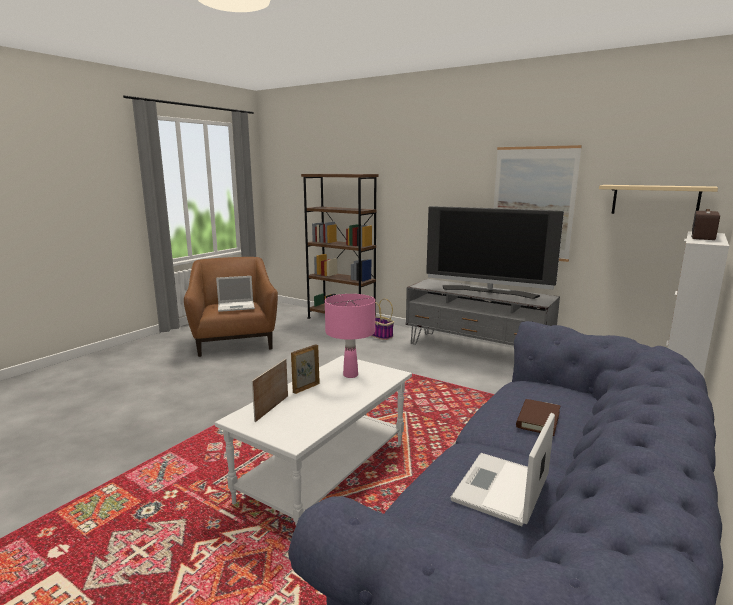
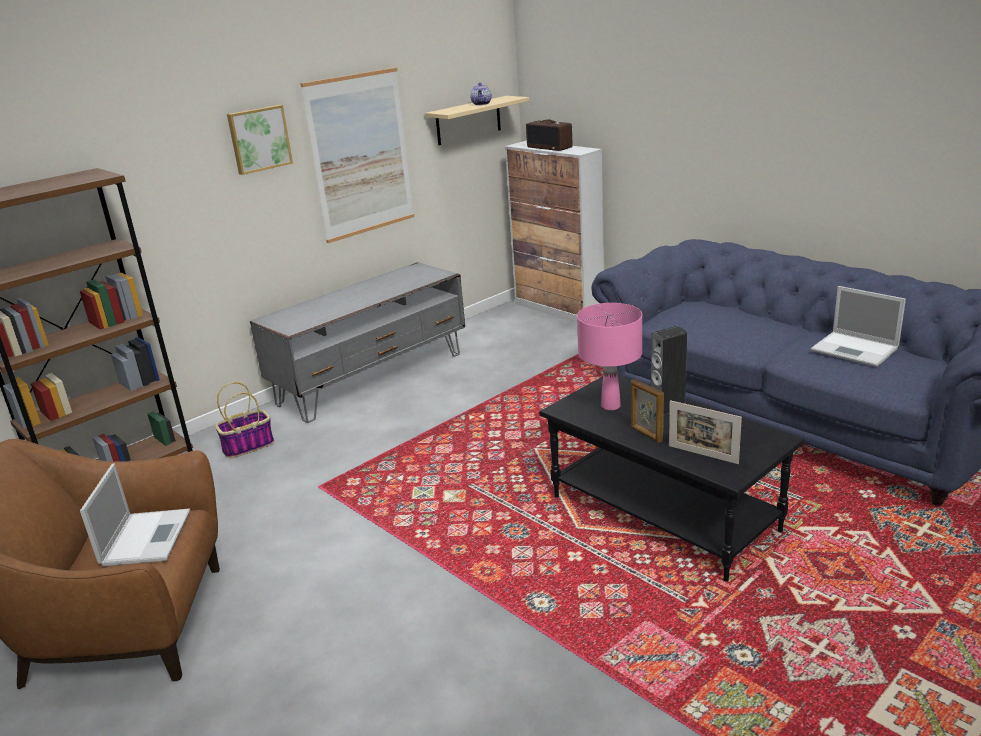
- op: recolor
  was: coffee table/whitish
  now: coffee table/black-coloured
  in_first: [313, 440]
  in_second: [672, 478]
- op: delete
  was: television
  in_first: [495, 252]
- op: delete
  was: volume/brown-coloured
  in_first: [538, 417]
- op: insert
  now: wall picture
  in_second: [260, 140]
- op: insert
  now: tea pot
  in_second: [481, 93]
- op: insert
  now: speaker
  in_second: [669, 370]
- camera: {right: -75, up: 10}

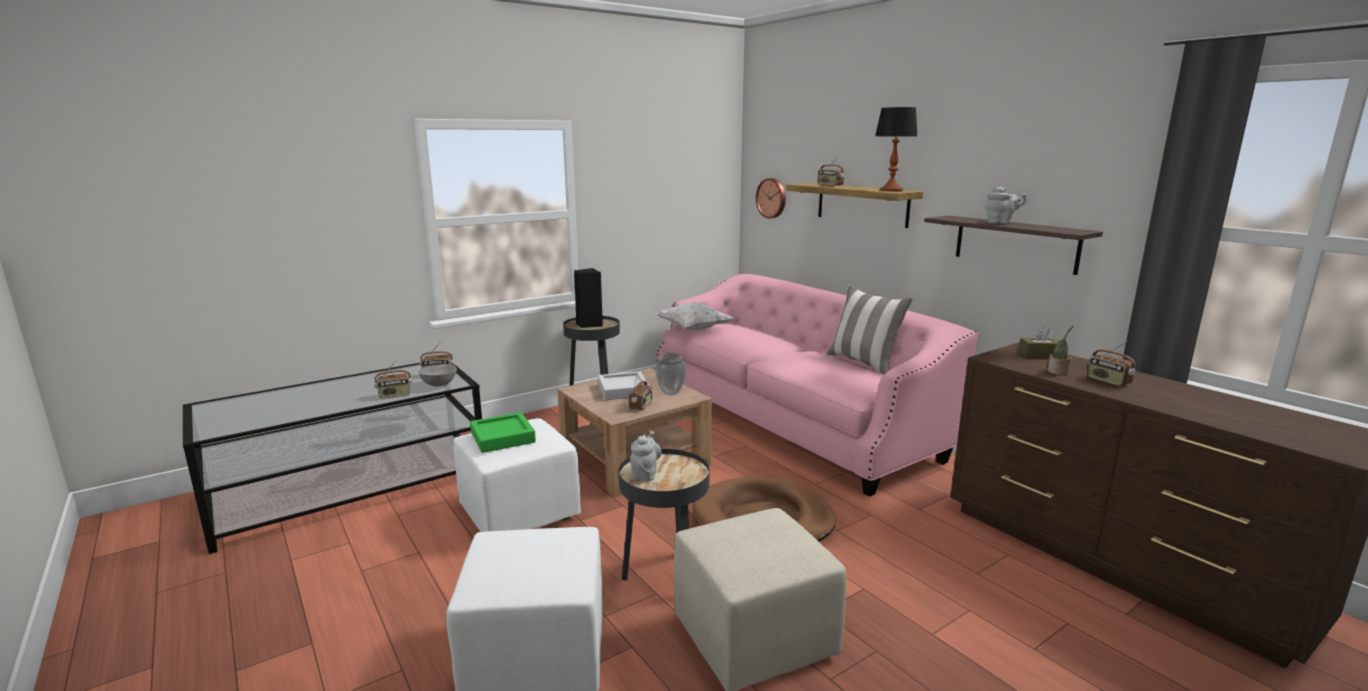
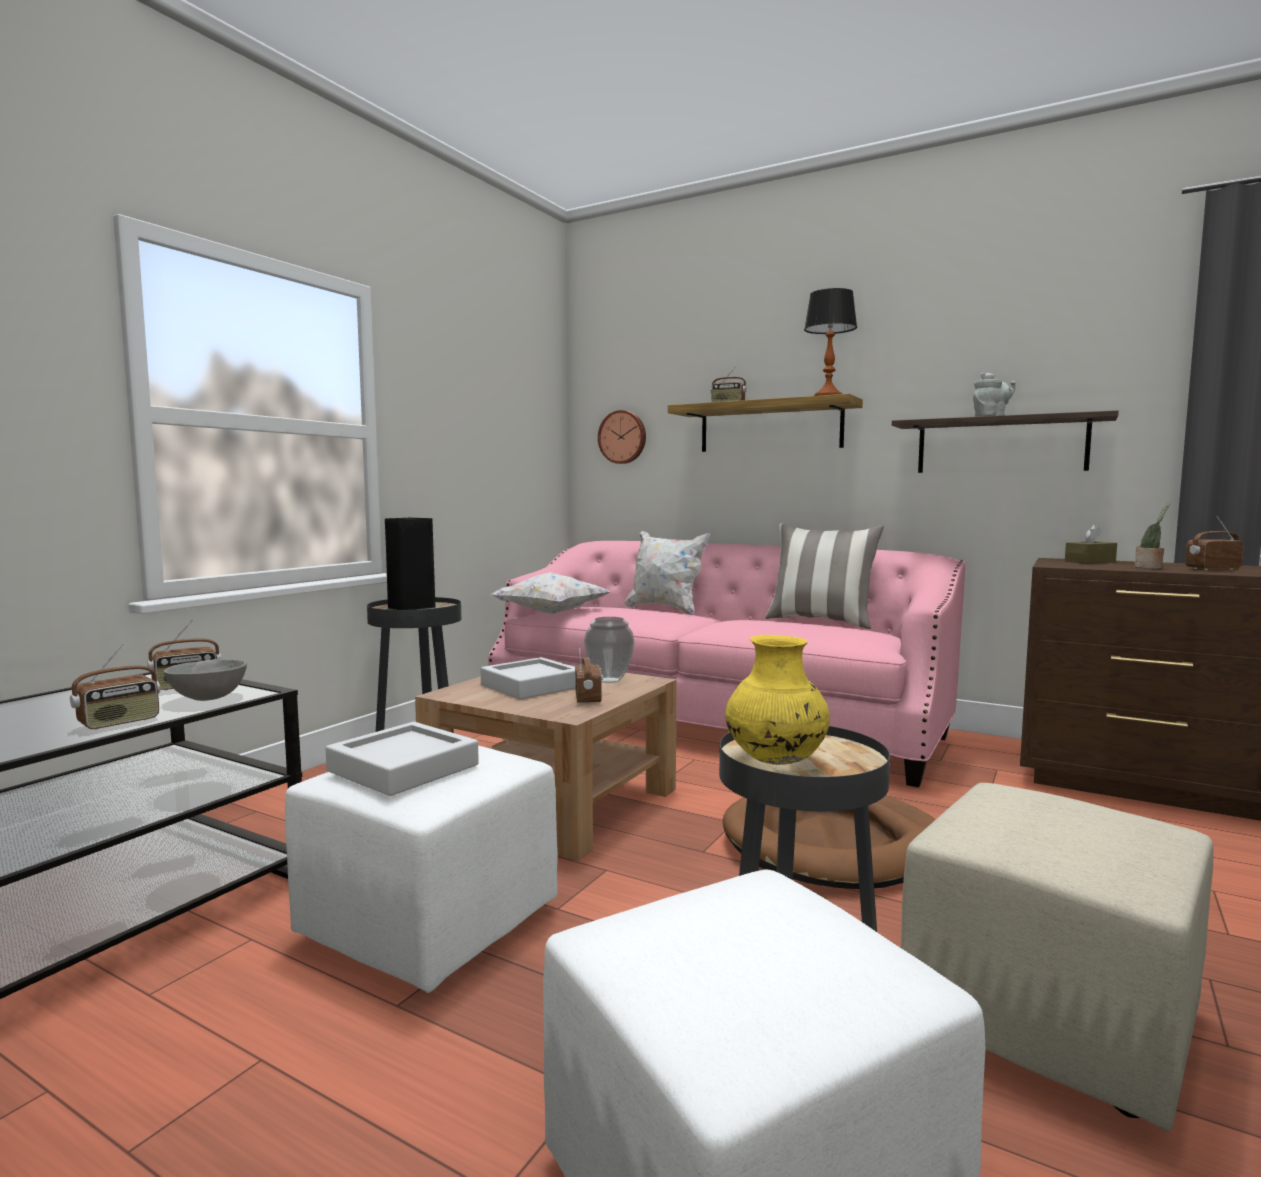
- op: recolor
  was: carrying tray/greenish
  now: carrying tray/gray
  in_first: [503, 432]
  in_second: [402, 759]
- op: replace
  was: tea pot/gray
  now: flower vase/yellow
  in_first: [645, 456]
  in_second: [777, 700]
- op: rotate
  was: radio receiver
  in_first: [1111, 363]
  in_second: [1214, 543]
  clockwise: 135
- op: insert
  now: pillow/whitish
  in_second: [667, 573]
- camera: {right: -25, up: -10}

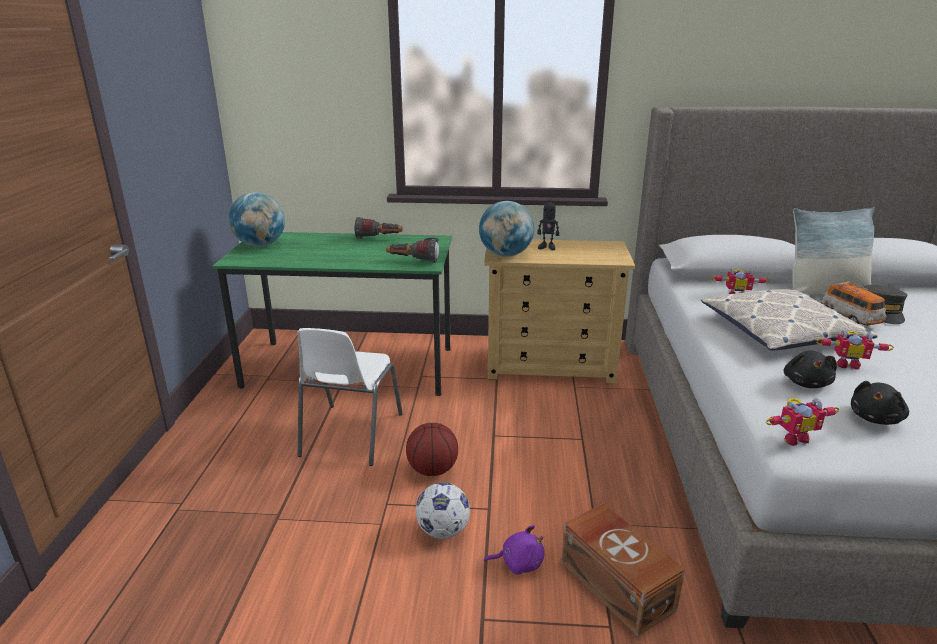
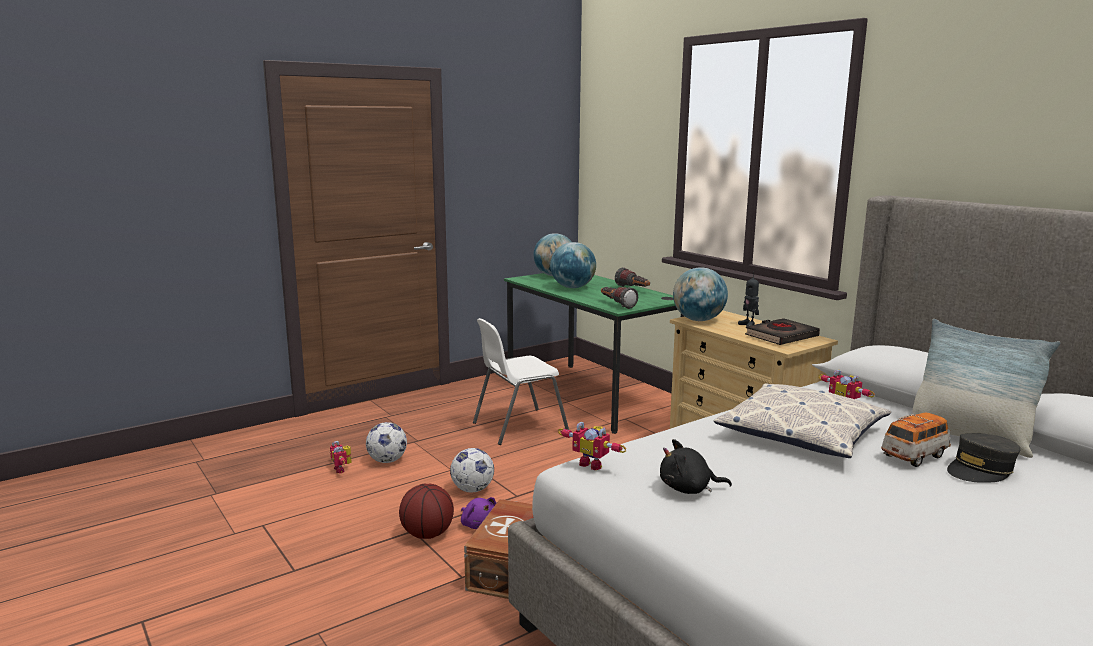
- op: move
  was: basketball ball
  in_first: [432, 449]
  in_second: [426, 511]
- op: delete
  was: cuddly toy/black-coloured
  in_first: [810, 369]
- op: move
  was: robot figure
  in_first: [855, 350]
  in_second: [340, 457]
- op: rotate
  was: model car
  in_first: [853, 303]
  in_second: [916, 440]
  clockwise: -150
- op: insert
  now: football
  in_second: [386, 442]
- op: insert
  now: desk globe
  in_second: [573, 265]
- op: insert
  now: volume/black-coloured
  in_second: [782, 331]
- camera: {right: 50, up: -10}

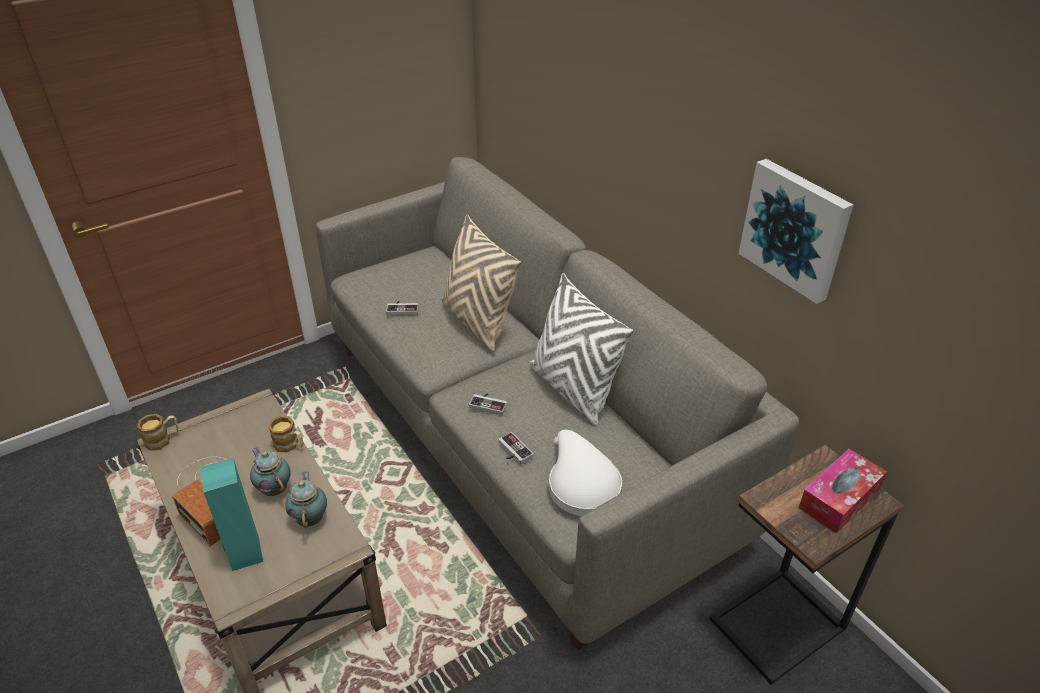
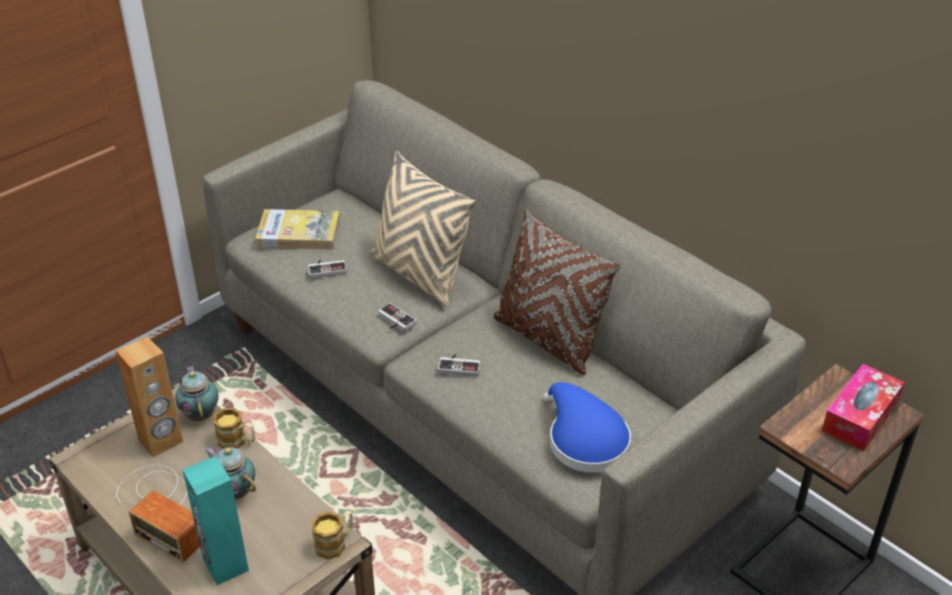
- op: move
  was: mug
  in_first: [157, 432]
  in_second: [332, 535]
- op: move
  was: tea pot
  in_first: [306, 499]
  in_second: [197, 393]
- op: move
  was: gamepad
  in_first: [516, 448]
  in_second: [397, 317]
- op: recolor
  was: pillow/whitish
  now: pillow/brown-coloured
  in_first: [582, 349]
  in_second: [557, 292]
- op: recolor
  was: wearable hat/whitish
  now: wearable hat/blue-coloured
  in_first: [585, 473]
  in_second: [587, 427]
- op: delete
  was: wall picture
  in_first: [796, 231]
- op: insert
  now: speaker/brown-coloured
  in_second: [149, 396]
- op: insert
  now: volume
  in_second: [297, 229]
- camera: {right: -10, up: 0}

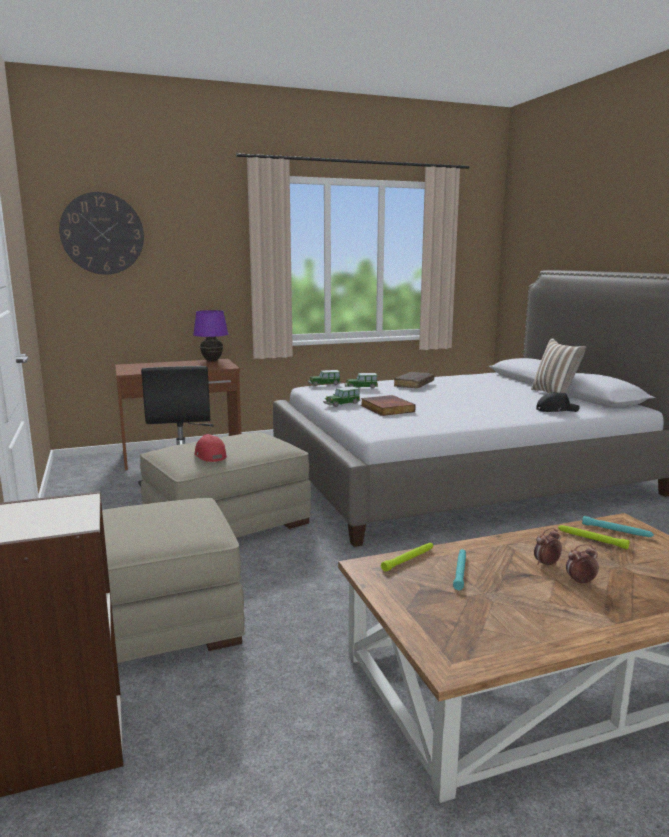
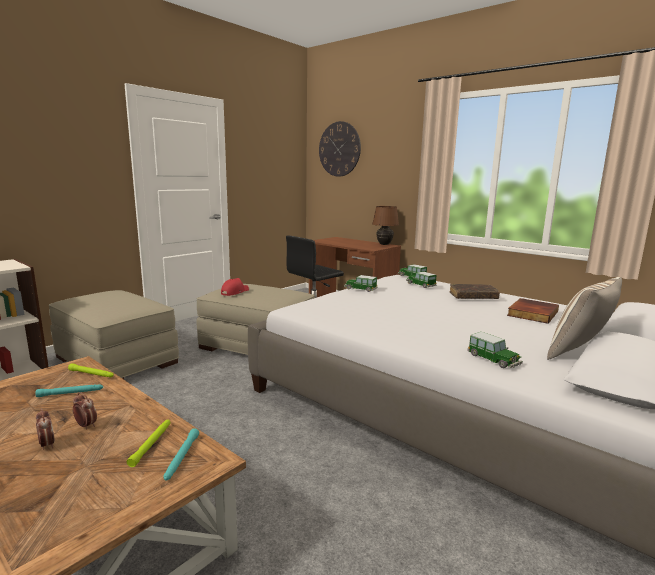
- op: recolor
  was: lamp for a table/purplish
  now: lamp for a table/brown-coloured
  in_first: [210, 335]
  in_second: [385, 225]
- op: move
  was: volume
  in_first: [388, 405]
  in_second: [533, 311]
- op: replace
  was: peaked cap/black-coloured
  now: model car
  in_first: [558, 402]
  in_second: [495, 350]
- camera: {right: 60, up: 0}

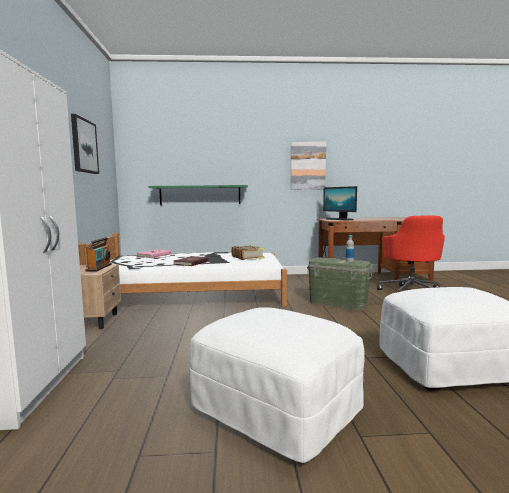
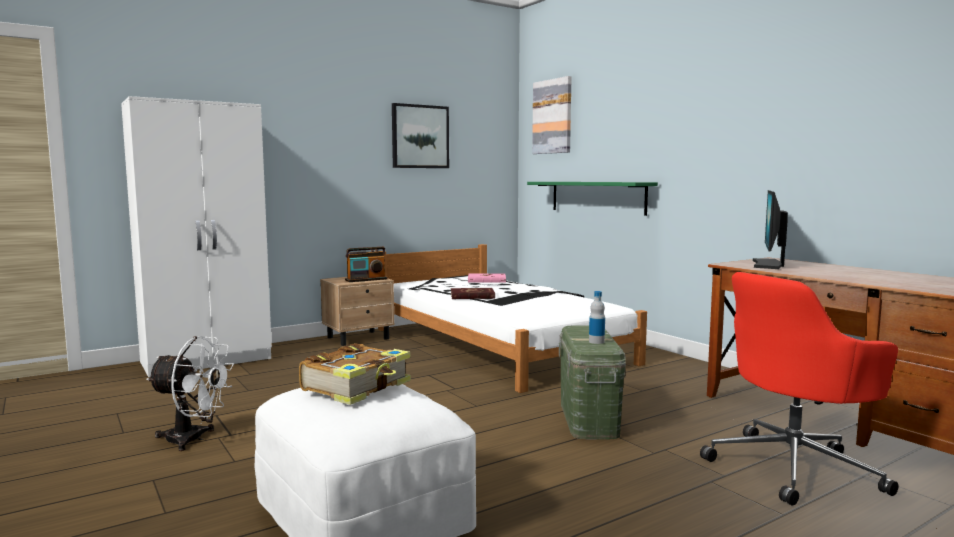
- op: replace
  was: footrest/whitish
  now: fan/whitish
  in_first: [277, 385]
  in_second: [190, 393]
- op: move
  was: volume
  in_first: [248, 252]
  in_second: [355, 374]
- op: move
  was: wall picture
  in_first: [308, 166]
  in_second: [552, 115]
- camera: {right: 60, up: 0}

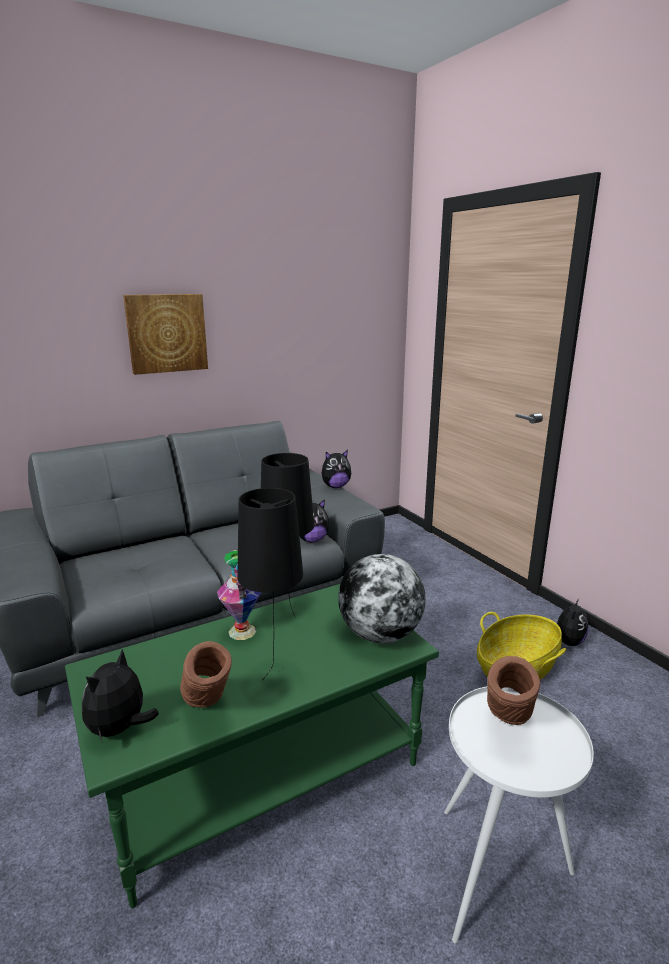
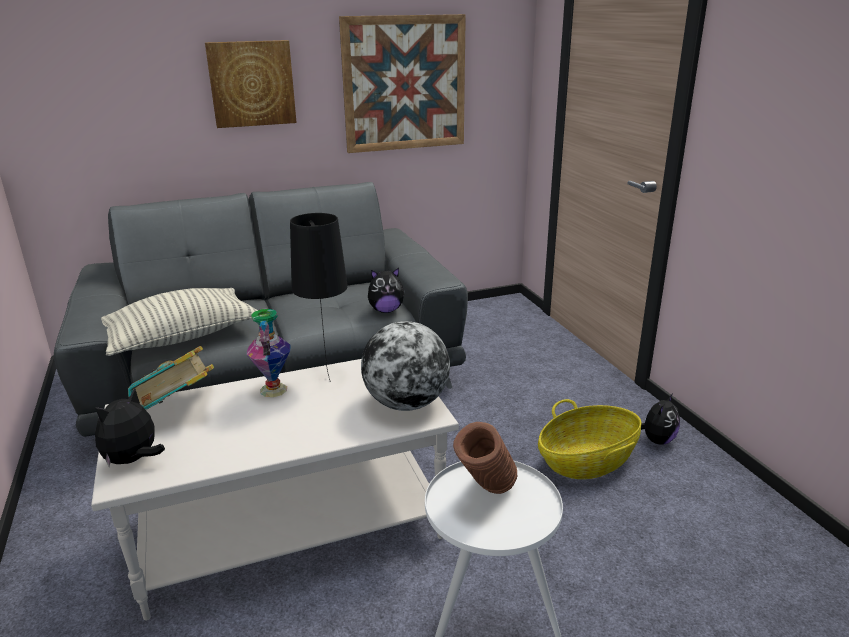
- op: recolor
  was: coffee table/greenish
  now: coffee table/whitish
  in_first: [252, 746]
  in_second: [275, 490]
- op: delete
  was: flower vase/brown-coloured
  in_first: [206, 674]
- op: delete
  was: lamp for a table/black-coloured
  in_first: [270, 584]
- op: delete
  was: cuddly toy
  in_first: [337, 469]
- op: insert
  now: pillow
  in_second: [179, 322]
- op: insert
  now: volume
  in_second: [171, 378]
- op: insert
  now: wall picture
  in_second: [402, 83]
- camera: {right: 10, up: 5}

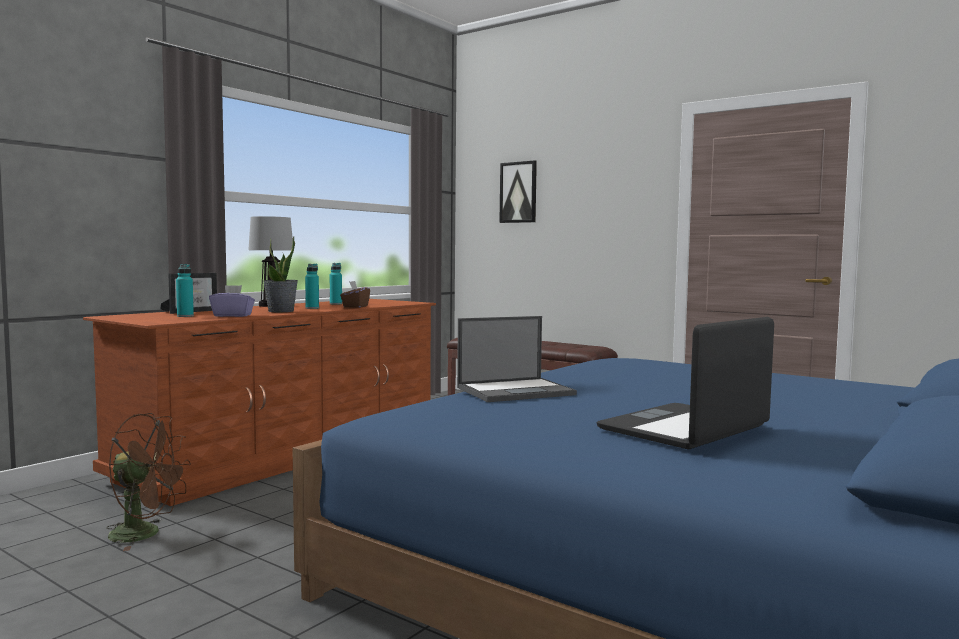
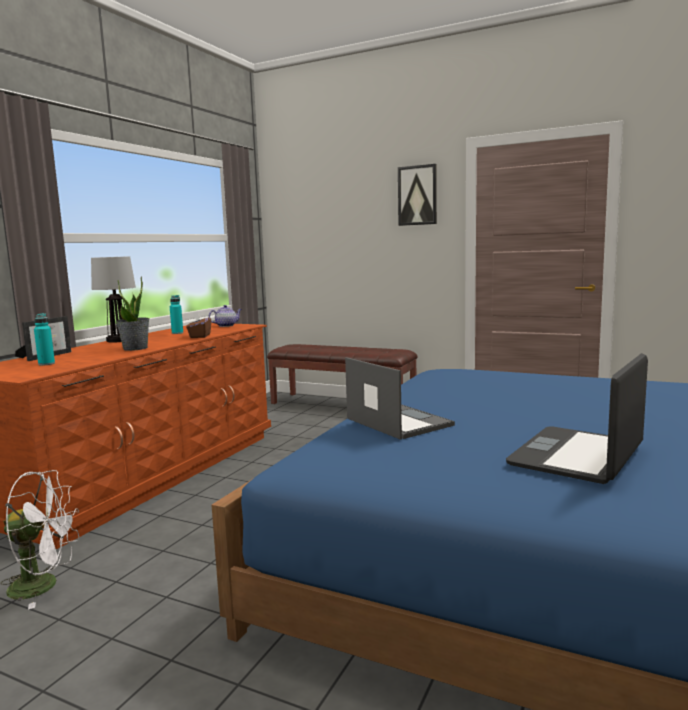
- op: recolor
  was: fan/brown-coloured
  now: fan/whitish
  in_first: [148, 482]
  in_second: [39, 539]
- op: delete
  was: tissue holder/purplish
  in_first: [232, 301]
- op: delete
  was: bottle/turquoise
  in_first: [312, 286]
- op: rotate
  was: laptop
  in_first: [517, 359]
  in_second: [400, 398]
  clockwise: -90
- op: move
  was: wall picture
  in_first: [518, 191]
  in_second: [417, 195]
- op: insert
  now: tea pot
  in_second: [225, 316]
- camera: {right: -10, up: 5}

